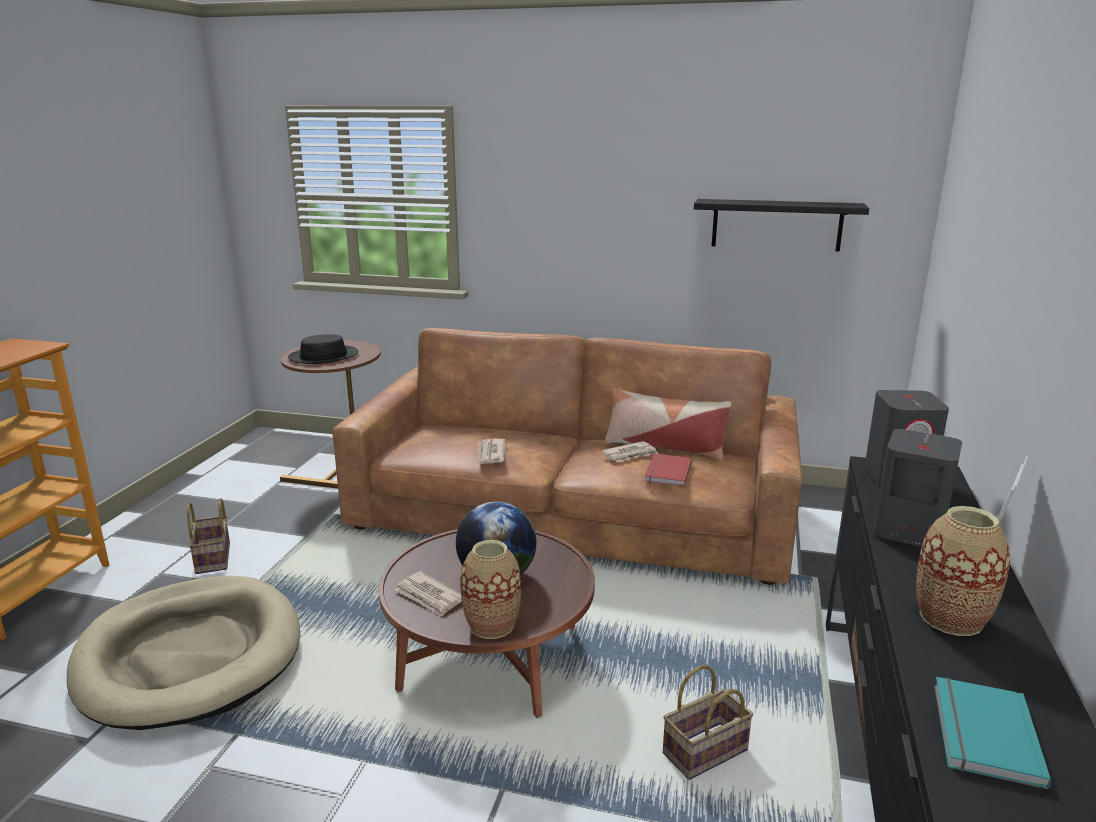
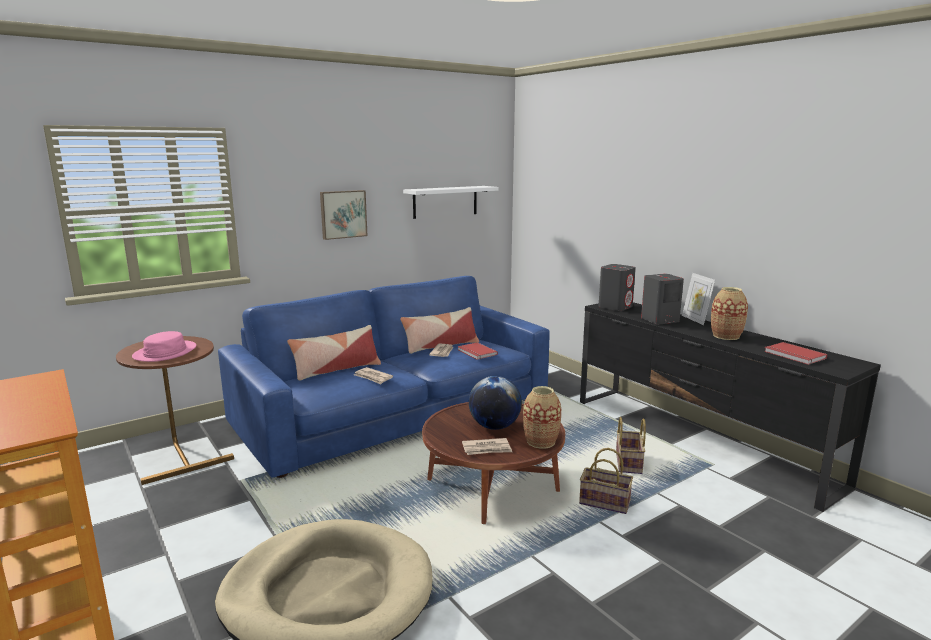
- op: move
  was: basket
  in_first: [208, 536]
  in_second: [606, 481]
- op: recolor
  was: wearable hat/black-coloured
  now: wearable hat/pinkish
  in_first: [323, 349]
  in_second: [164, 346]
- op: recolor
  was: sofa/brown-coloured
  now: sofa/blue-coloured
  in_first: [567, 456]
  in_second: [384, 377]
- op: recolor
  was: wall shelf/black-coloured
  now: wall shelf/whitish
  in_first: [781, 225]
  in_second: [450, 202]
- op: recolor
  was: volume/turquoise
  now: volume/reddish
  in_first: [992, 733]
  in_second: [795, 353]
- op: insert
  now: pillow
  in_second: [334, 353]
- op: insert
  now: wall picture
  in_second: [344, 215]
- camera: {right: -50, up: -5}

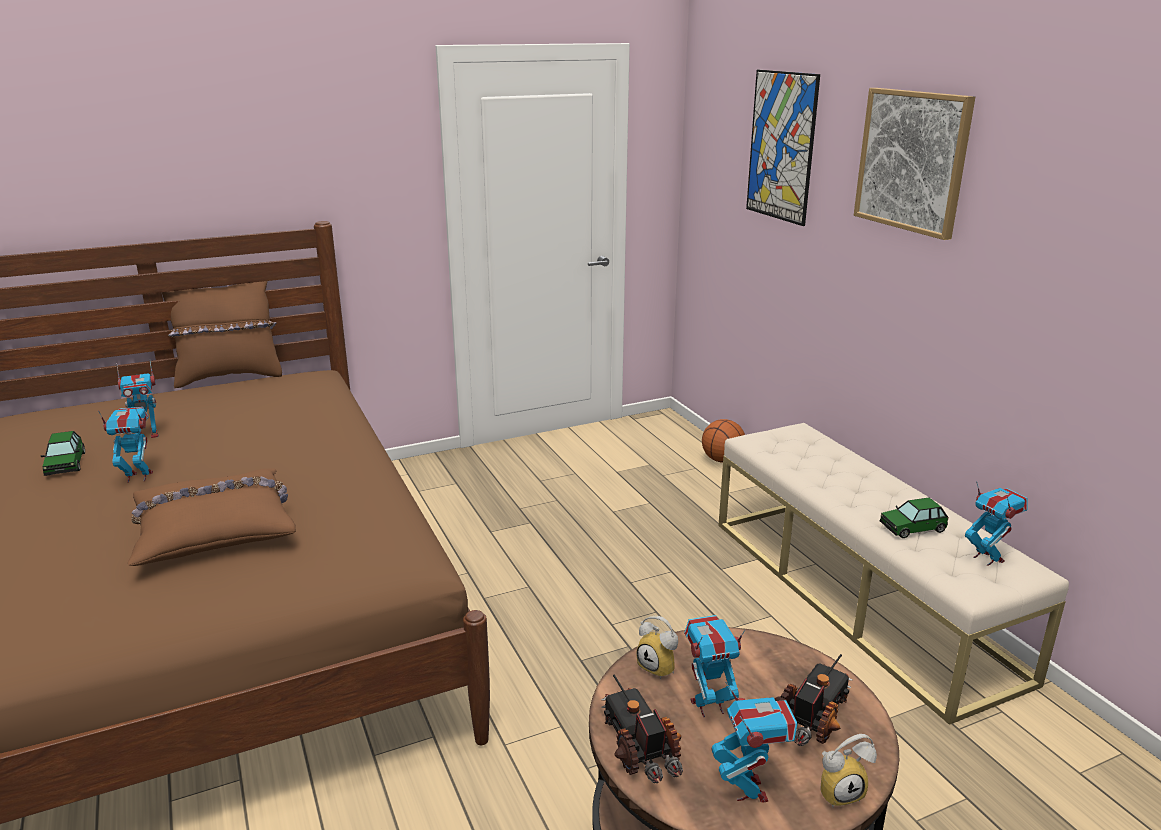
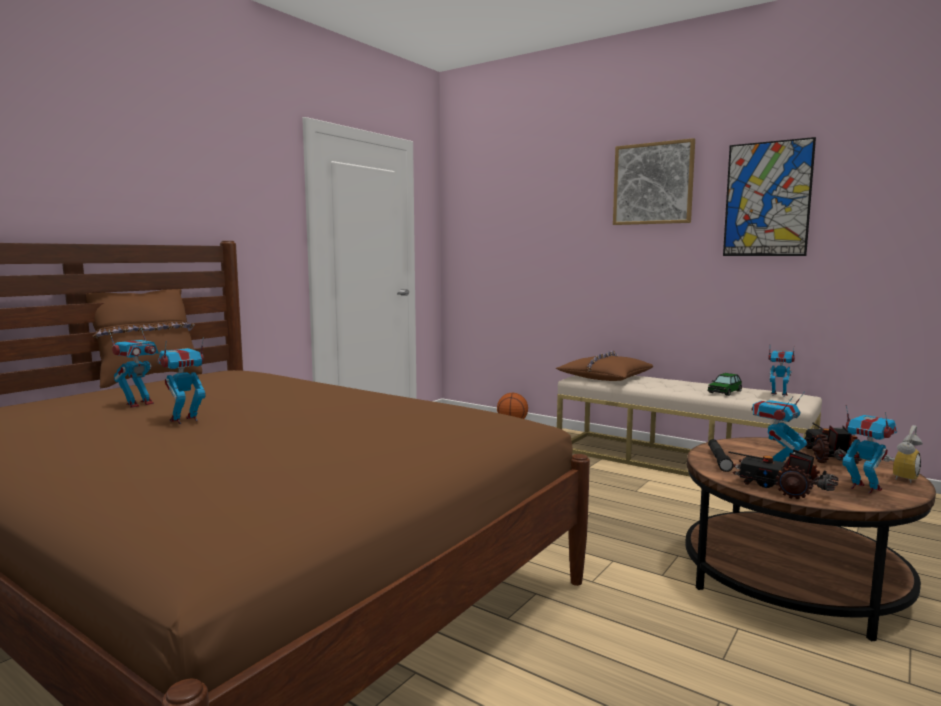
- op: delete
  was: model car
  in_first: [63, 453]
- op: move
  was: pillow/brown-coloured
  in_first: [212, 517]
  in_second: [604, 366]
- op: replace
  was: bedside clock
  now: hand torch/black-coloured
  in_first: [657, 647]
  in_second: [721, 455]
- op: move
  was: wall picture
  in_first: [783, 148]
  in_second: [769, 196]
- camera: {right: -30, up: -15}

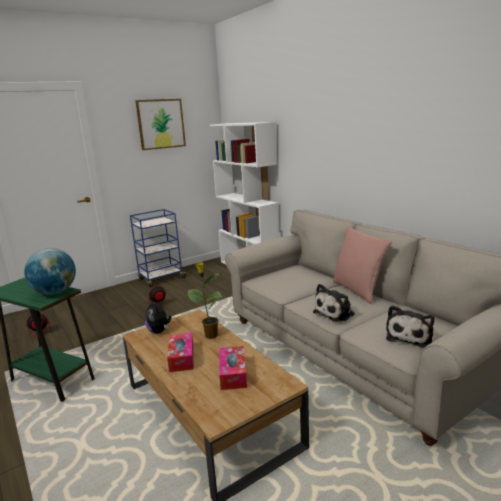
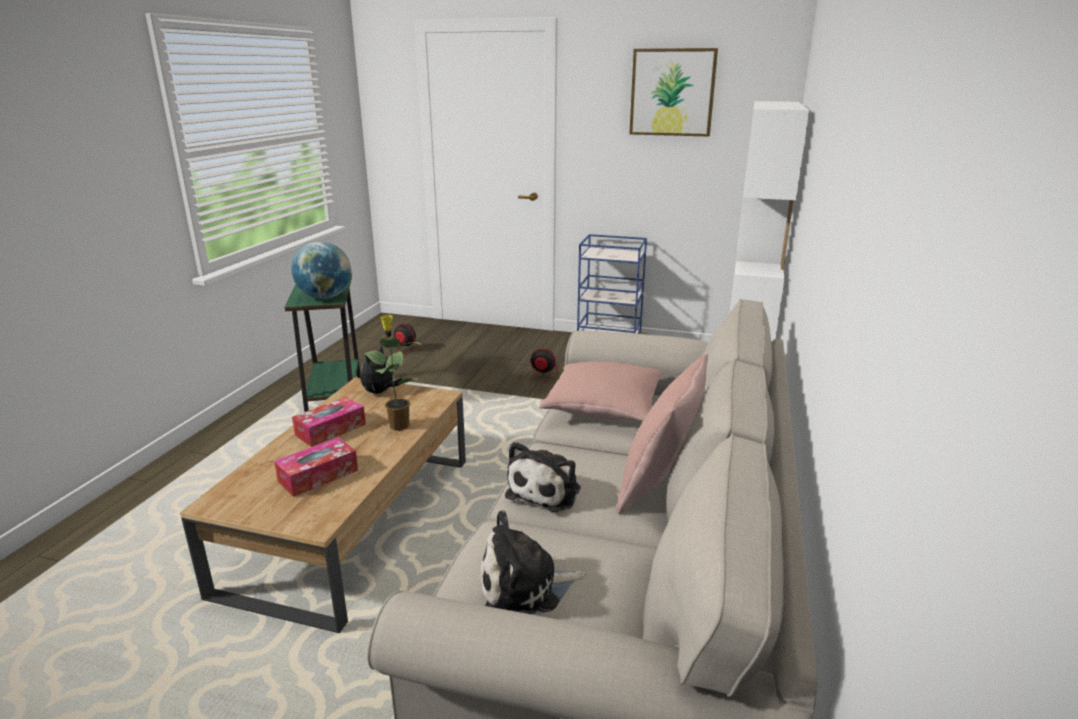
- op: rotate
  was: cuddly toy
  in_first: [334, 303]
  in_second: [543, 477]
  clockwise: -75
- op: insert
  now: pillow/pinkish
  in_second: [601, 391]
- camera: {right: 50, up: 5}

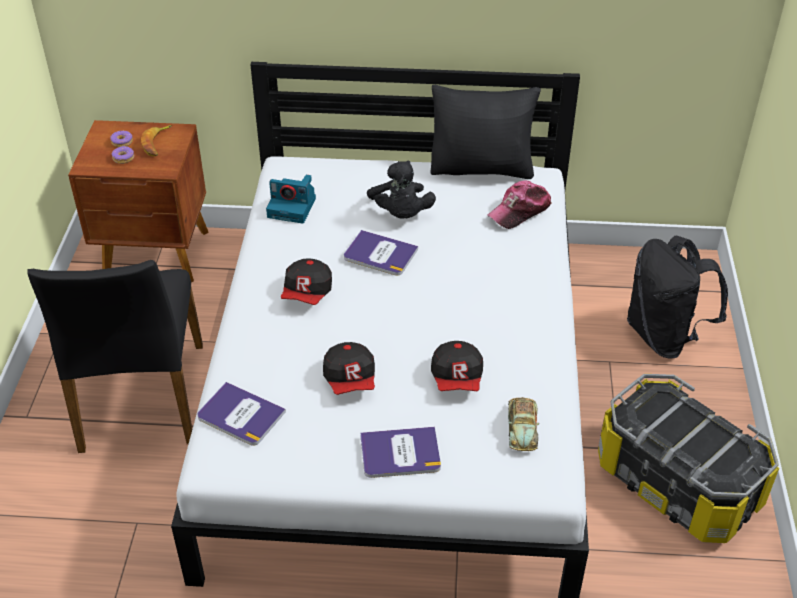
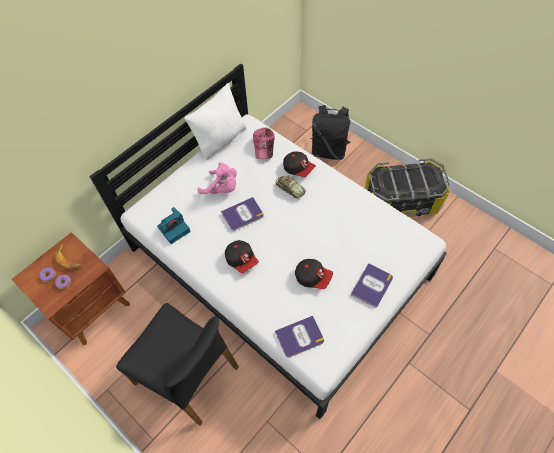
- op: recolor
  was: cuddly toy/black-coloured
  now: cuddly toy/pinkish
  in_first: [401, 190]
  in_second: [217, 178]
- op: recolor
  was: pillow/black-coloured
  now: pillow/whitish
  in_first: [486, 132]
  in_second: [215, 121]
- op: move
  was: peaked cap
  in_first: [457, 366]
  in_second: [299, 164]
- op: move
  was: model car
  in_first: [523, 424]
  in_second: [290, 187]
- camera: {right: -50, up: 15}

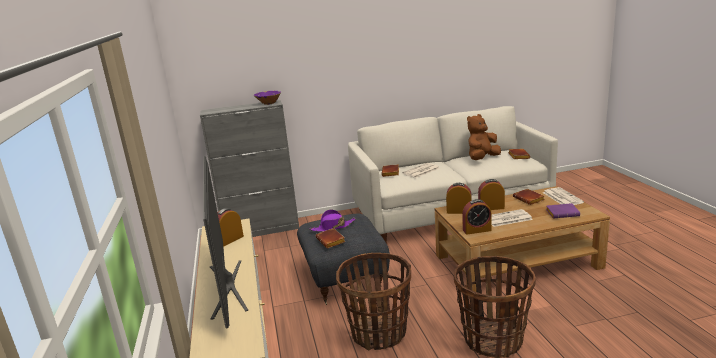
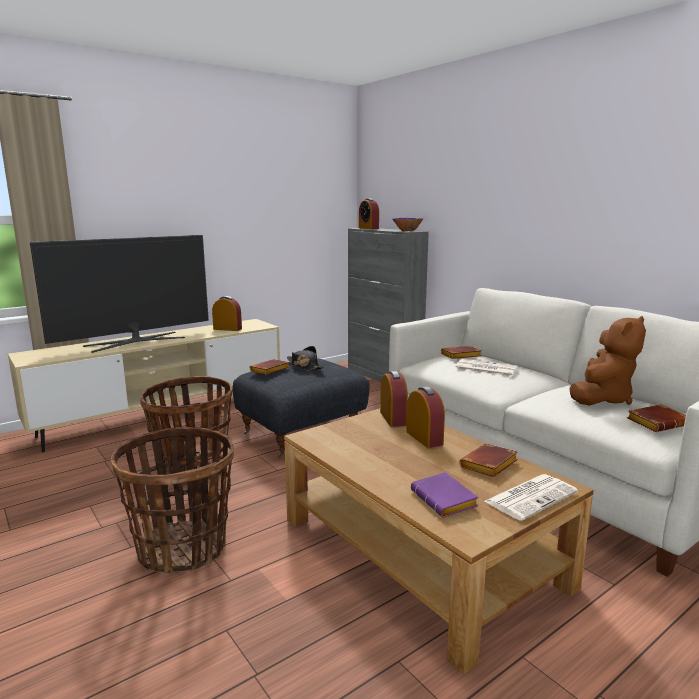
- op: recolor
  was: wearable hat/purplish
  now: wearable hat/black-coloured
  in_first: [332, 221]
  in_second: [306, 358]
- op: move
  was: bedside clock
  in_first: [477, 217]
  in_second: [369, 213]
- op: rotate
  was: cuddly toy/brown-coloured
  in_first: [484, 137]
  in_second: [608, 360]
  clockwise: 105
- op: delete
  was: newspaper
  in_first: [512, 218]
- camera: {right: 65, up: -5}

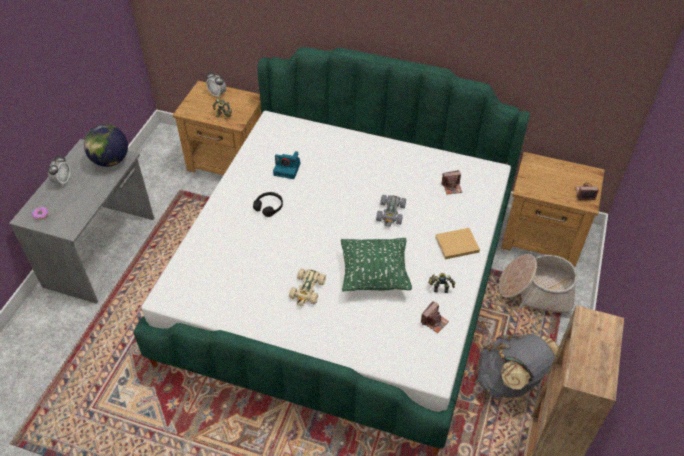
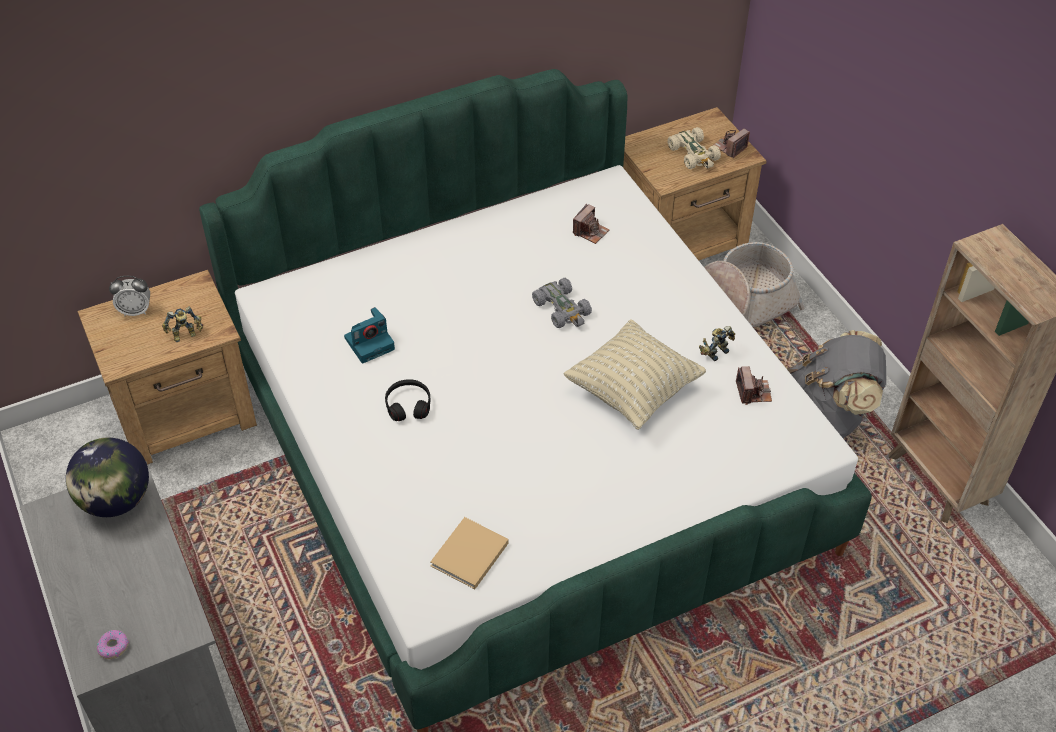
- op: delete
  was: bedside clock
  in_first: [59, 170]
- op: move
  was: model car/beige-coloured
  in_first: [307, 287]
  in_second: [694, 148]
- op: recolor
  was: pillow/greenish
  now: pillow/beige-coloured
  in_first: [376, 264]
  in_second: [634, 374]
- op: move
  was: volume/beige-coloured
  in_first: [457, 243]
  in_second: [469, 553]
- camera: {right: -45, up: 0}

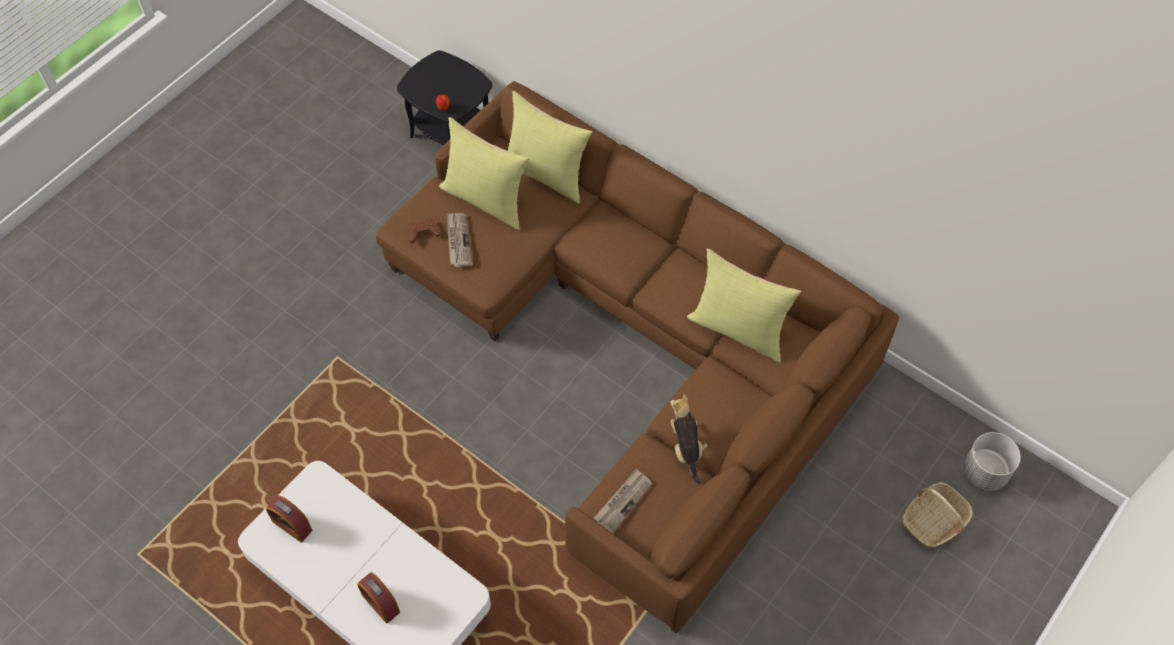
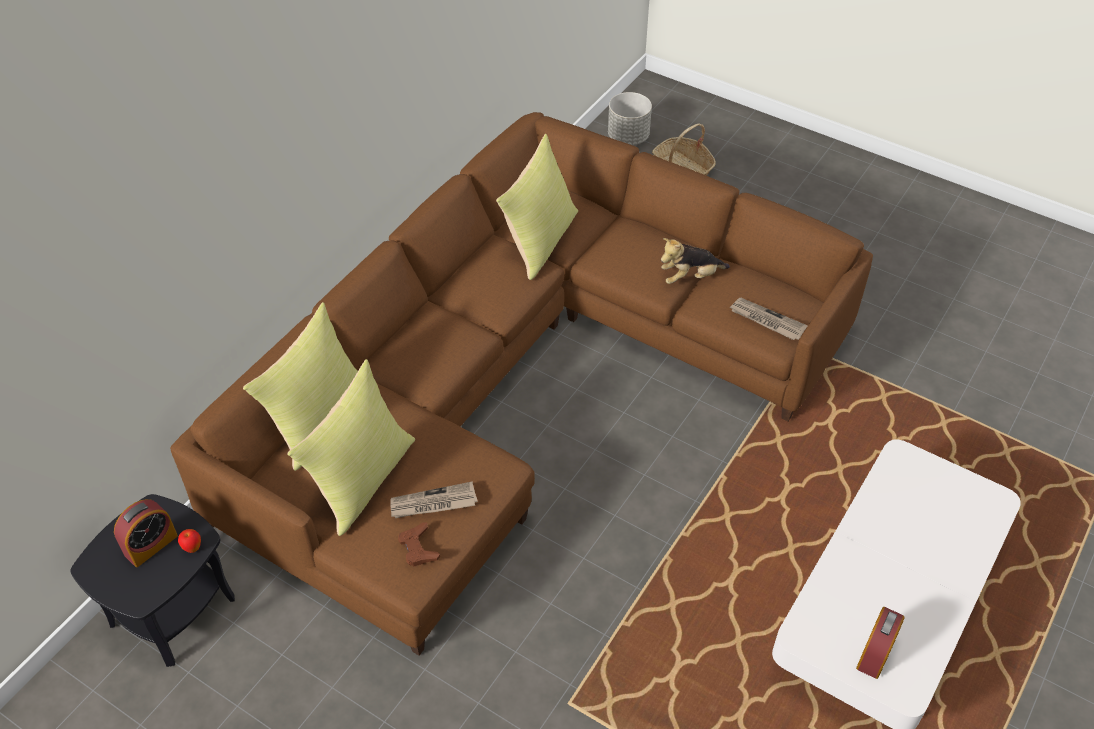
- op: move
  was: bedside clock
  in_first: [378, 597]
  in_second: [146, 533]
- camera: {right: -95, up: -10}

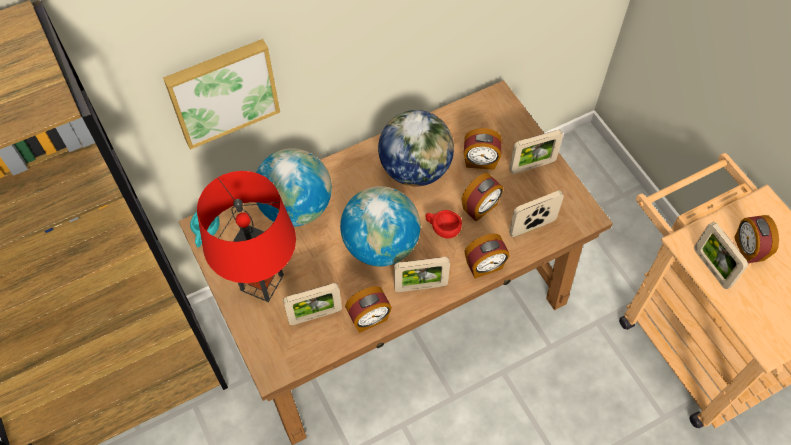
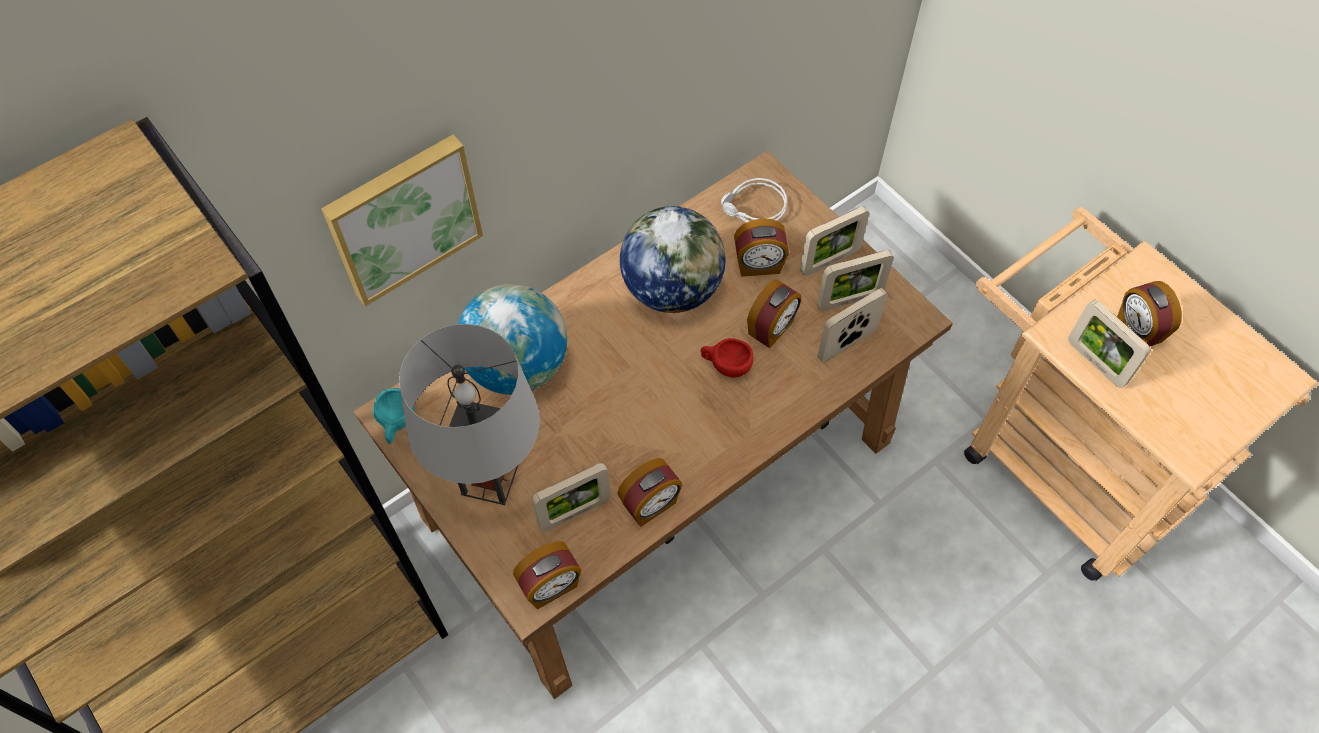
- op: recolor
  was: lamp for a table/reddish
  now: lamp for a table/gray
  in_first: [246, 236]
  in_second: [469, 414]
- op: delete
  was: desk globe
  in_first: [380, 226]
- op: move
  was: photo frame
  in_first: [422, 274]
  in_second: [855, 280]
- op: move
  was: bedside clock
  in_first: [487, 256]
  in_second: [547, 575]
- op: insert
  now: headphones/gray
  in_second: [754, 200]
- camera: {right: -10, up: 0}

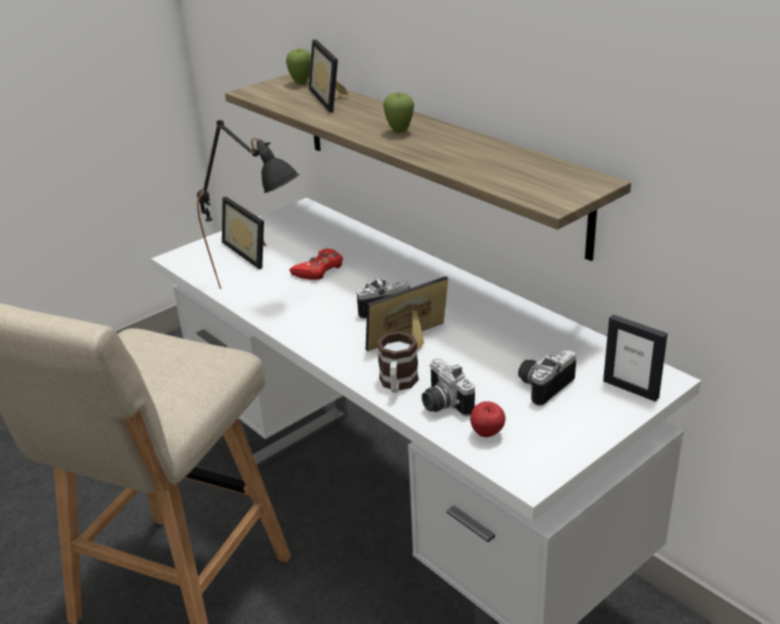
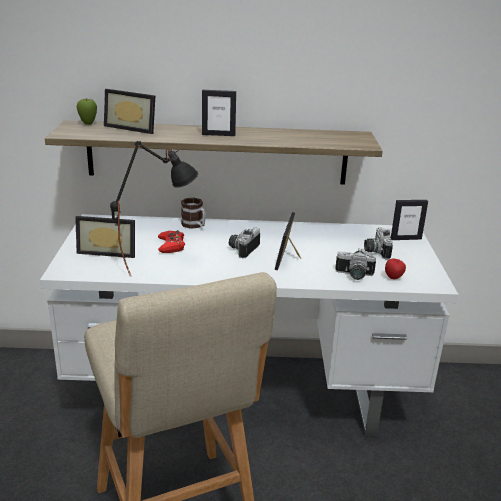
- op: move
  was: mug
  in_first: [398, 362]
  in_second: [193, 213]
- op: replace
  was: whole apple
  now: photo frame
  in_first: [398, 112]
  in_second: [219, 113]
- camera: {right: -50, up: -5}

